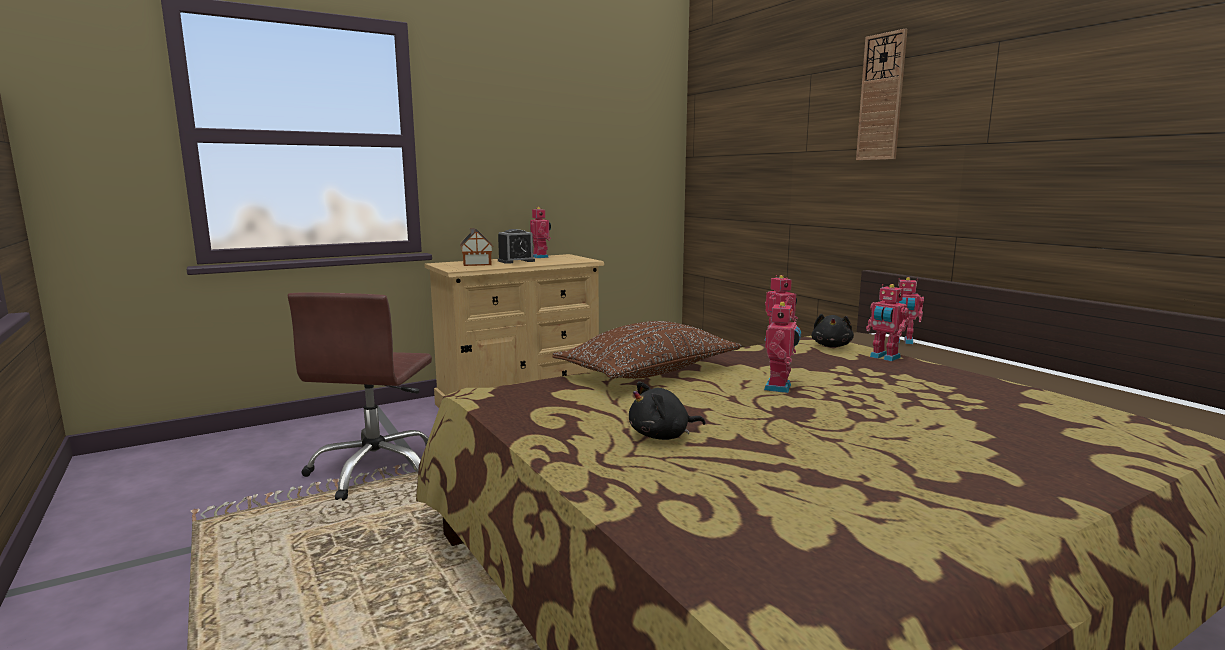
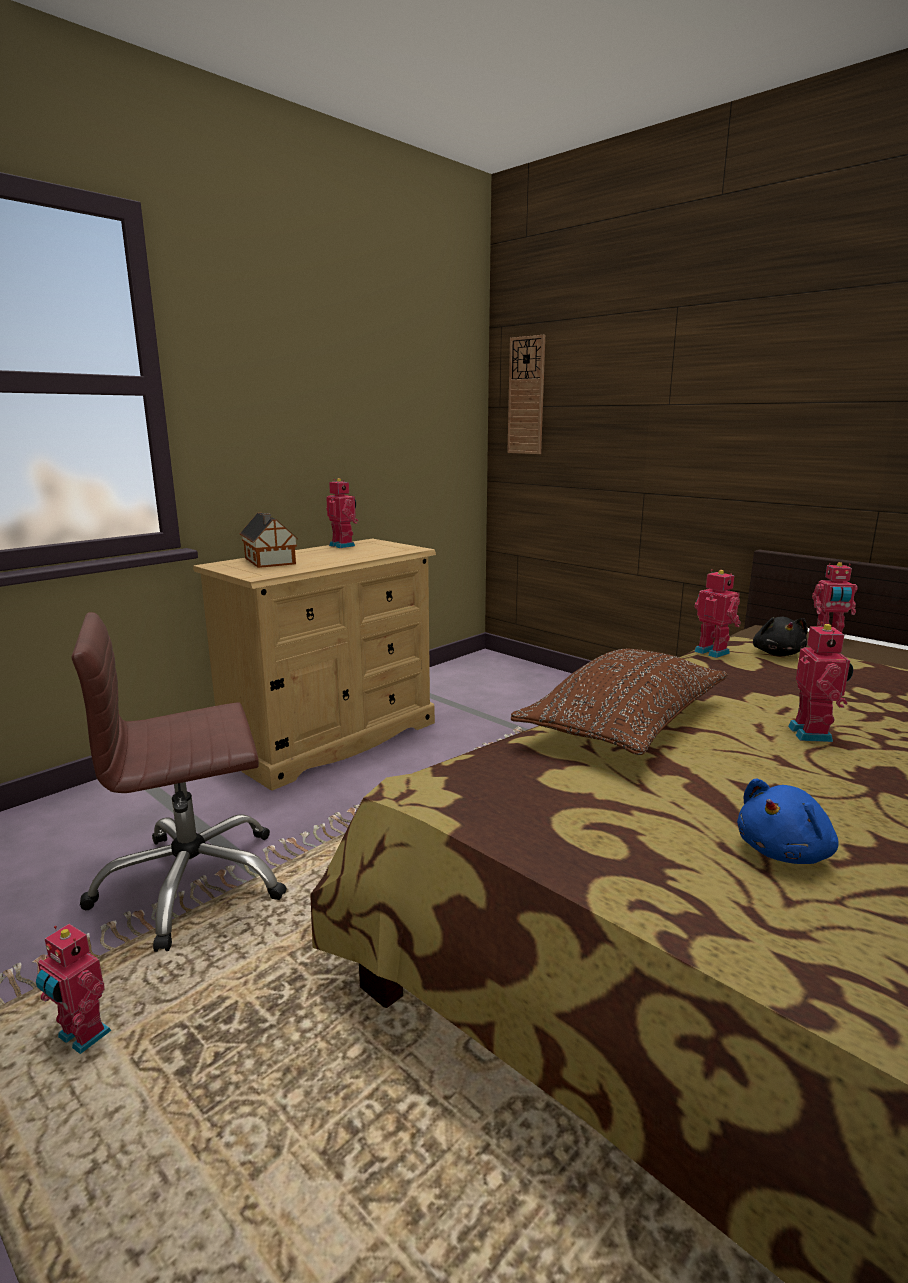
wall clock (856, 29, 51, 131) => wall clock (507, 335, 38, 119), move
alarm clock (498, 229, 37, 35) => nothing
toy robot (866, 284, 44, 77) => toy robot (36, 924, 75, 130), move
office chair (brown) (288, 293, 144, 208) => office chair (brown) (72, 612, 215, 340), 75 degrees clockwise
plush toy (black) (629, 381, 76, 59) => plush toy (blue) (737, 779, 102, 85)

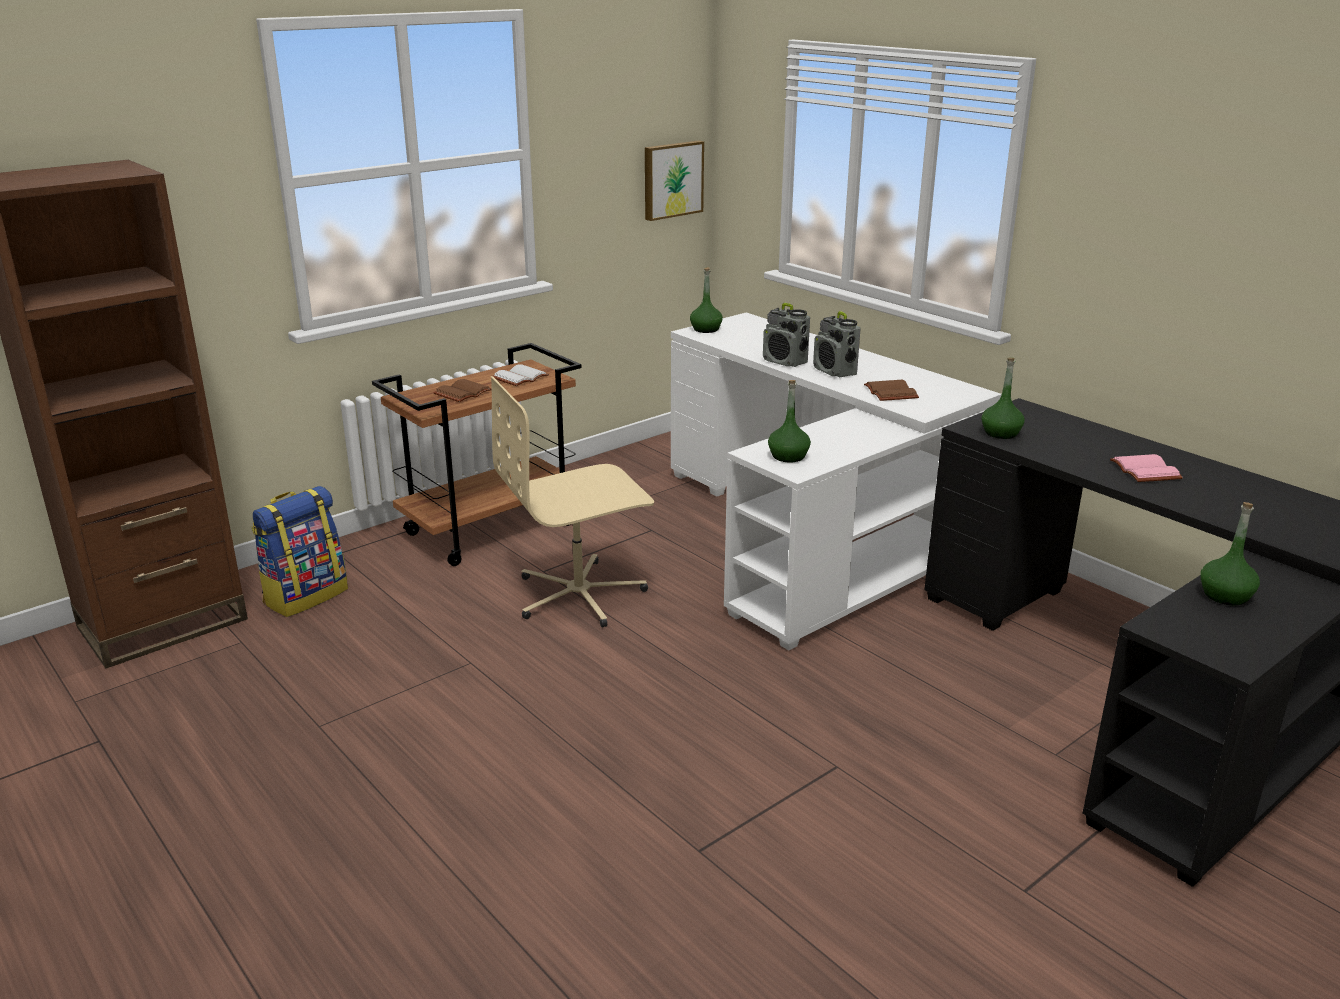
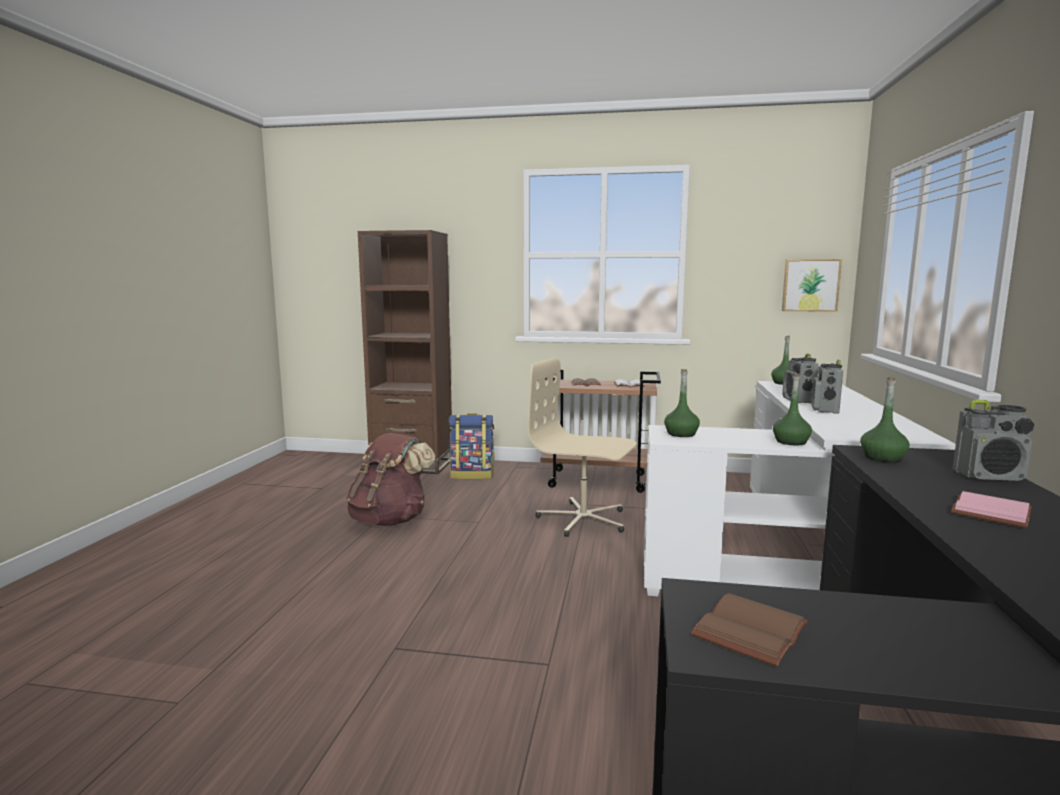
book (brown) (864, 380, 55, 21) => book (brown) (691, 593, 117, 74), move
bottle (green) (1200, 502, 60, 103) => bottle (green) (773, 373, 39, 72), move
nothing => radio (953, 400, 81, 81)
nothing => backpack (brown) (346, 433, 89, 93)

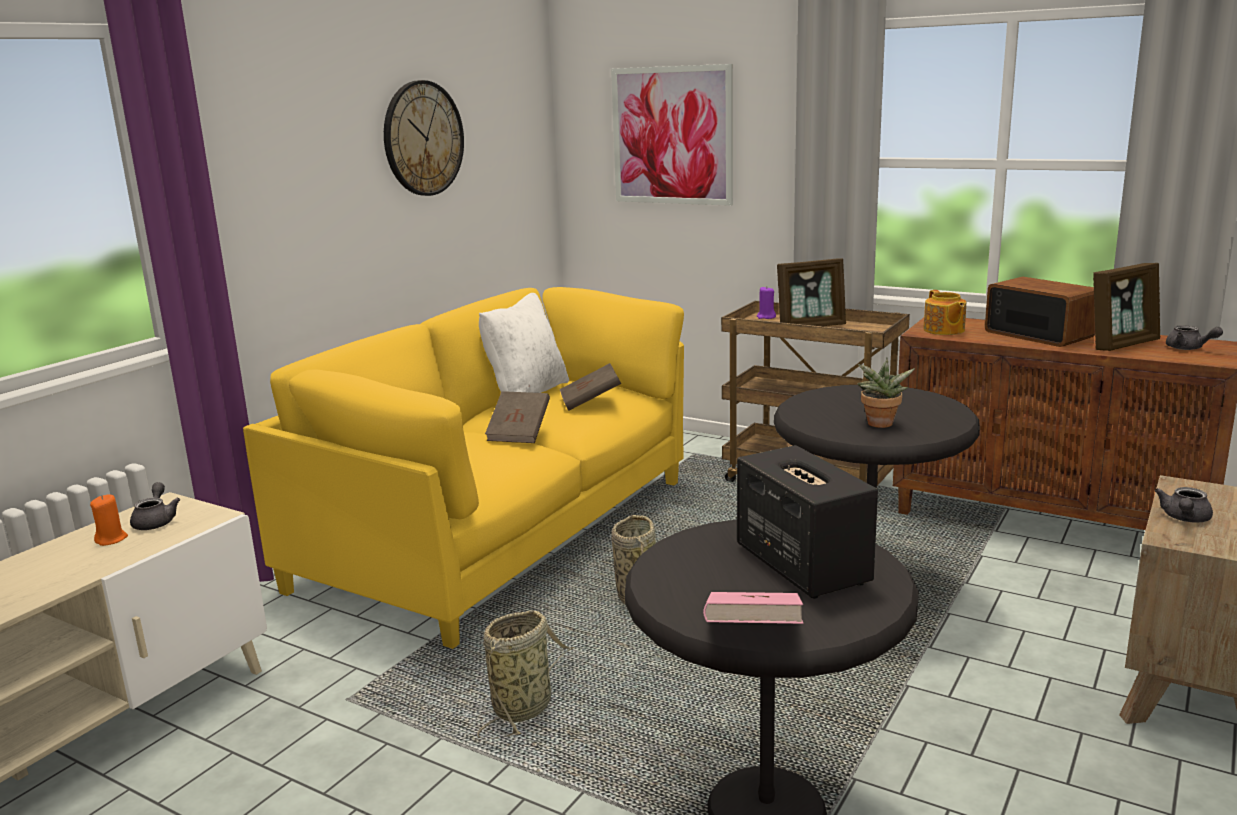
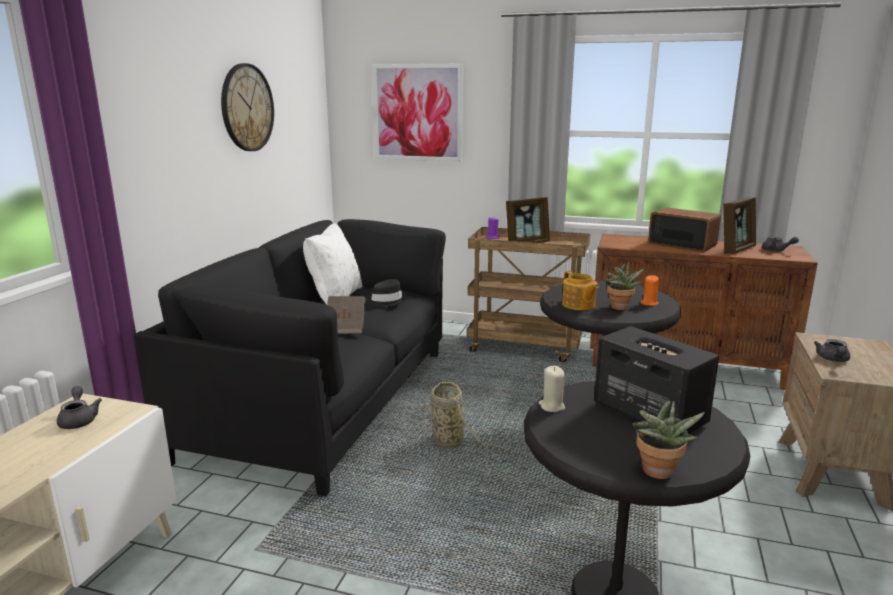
sofa (yellow) (243, 287, 441, 362) => sofa (black) (134, 219, 312, 278)
teapot (923, 290, 43, 45) => teapot (562, 271, 37, 39), move
book (brown) (560, 363, 61, 48) => hat (black) (366, 279, 40, 28)
candle (orange) (90, 494, 38, 52) => candle (orange) (641, 275, 18, 31), move
book (pink) (703, 592, 100, 32) => potted plant (632, 400, 73, 79)
basket (477, 610, 98, 129) => nothing
nothing => candle (beige) (539, 366, 26, 46)

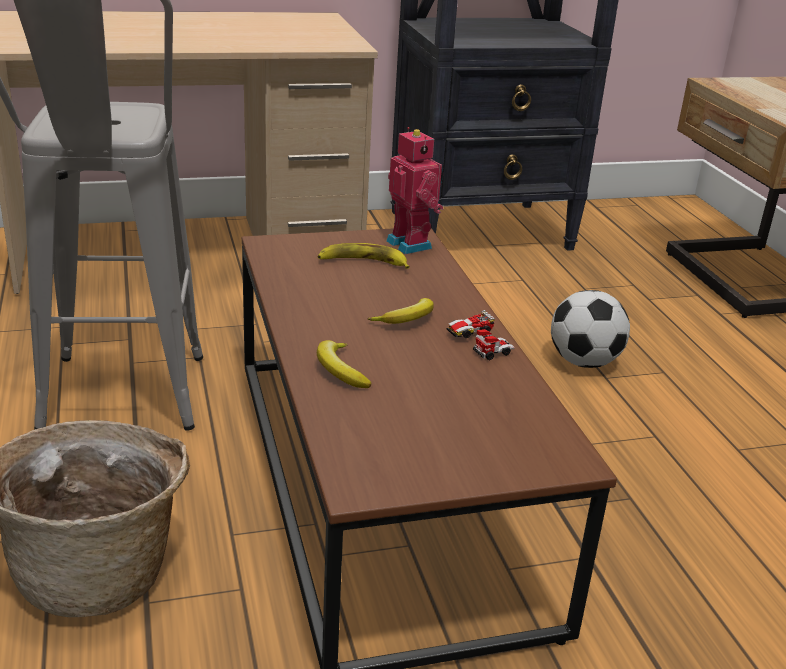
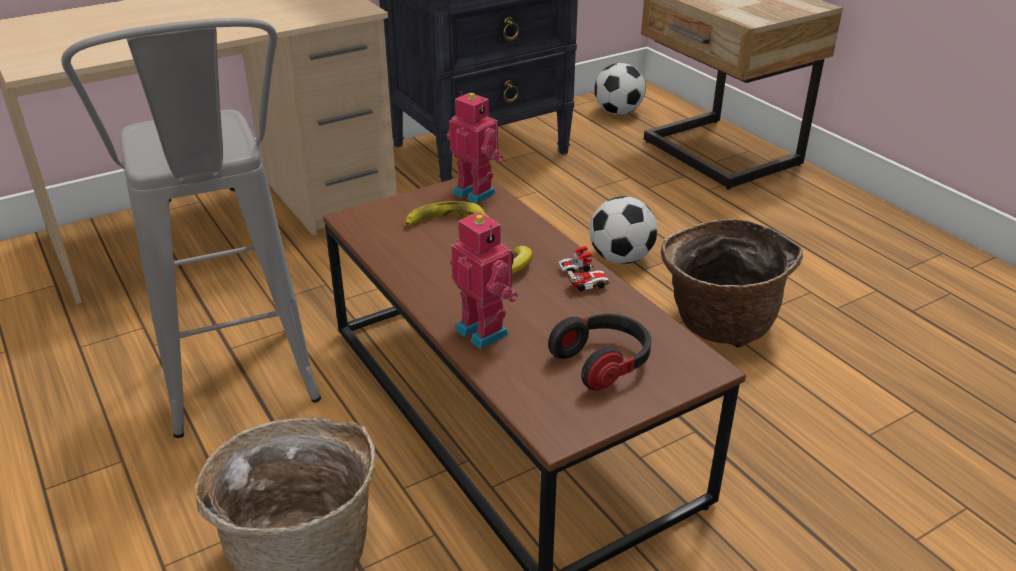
toy car (447, 310, 68, 50) => toy car (558, 246, 52, 45), 150 degrees counterclockwise
banana (317, 340, 55, 48) => toy robot (450, 210, 68, 139)
nothing => football (594, 63, 52, 52)
nothing => basket (660, 219, 143, 129)
nothing => headphones (548, 314, 103, 76)

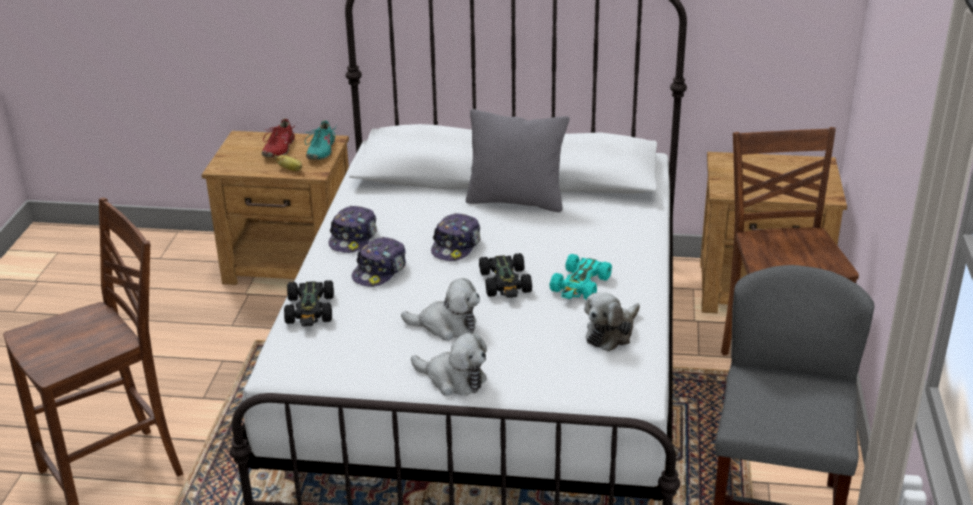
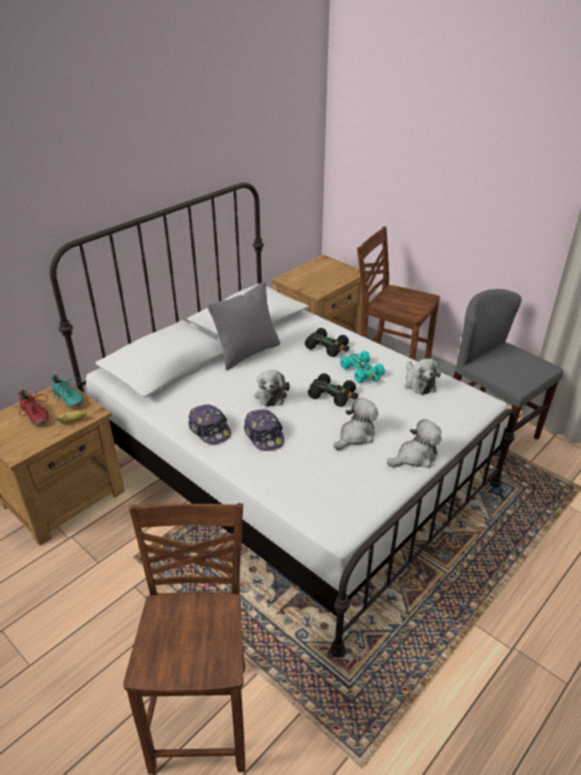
cap (431, 213, 50, 48) => plush toy (254, 370, 36, 36)
toy car (black) (284, 280, 50, 47) => toy car (black) (305, 328, 45, 29), move

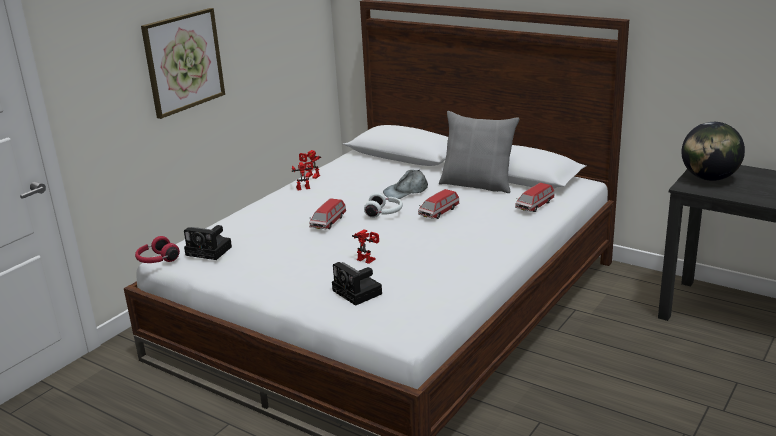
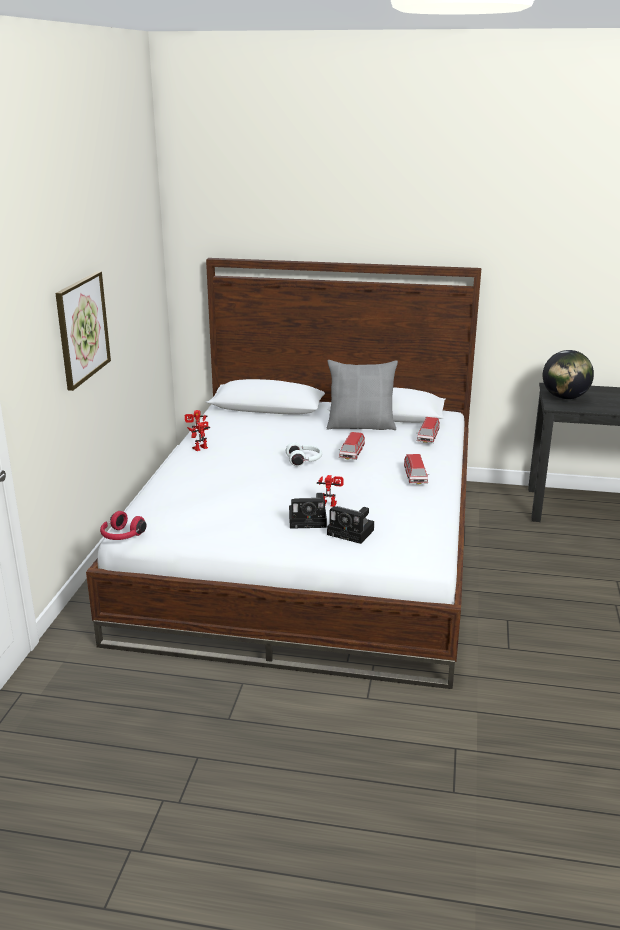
cap (grey) (383, 170, 45, 29) => nothing
toy car (309, 198, 37, 32) => toy car (404, 454, 25, 30), move
photo camera (184, 225, 48, 35) => photo camera (289, 493, 38, 36), move

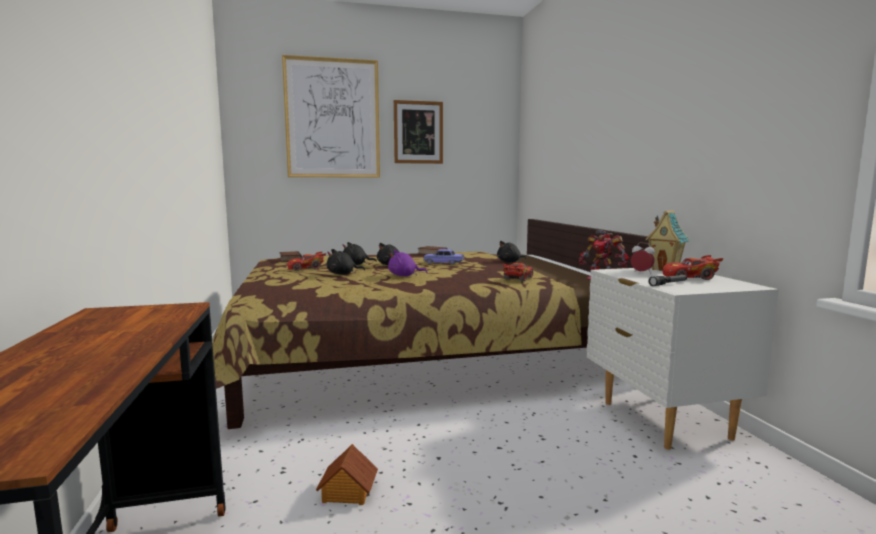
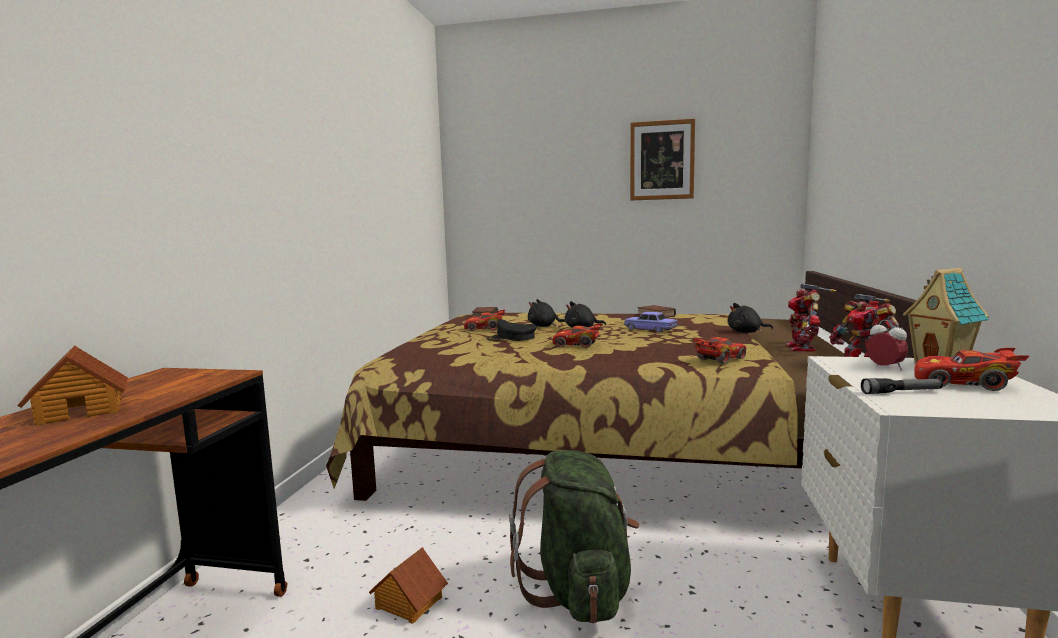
picture (282, 55, 98, 123) => nothing
plush toy (black) (327, 249, 38, 26) => cap (black) (487, 319, 50, 22)
plush toy (purple) (388, 250, 39, 26) => toy car (red) (553, 323, 50, 25)
nothing => toy robot (786, 284, 51, 68)
nothing => toy house (17, 346, 111, 80)
nothing => backpack (green) (509, 450, 130, 174)

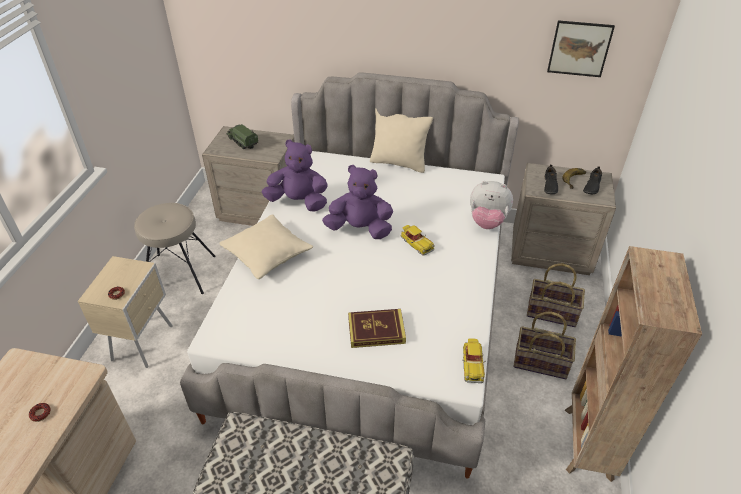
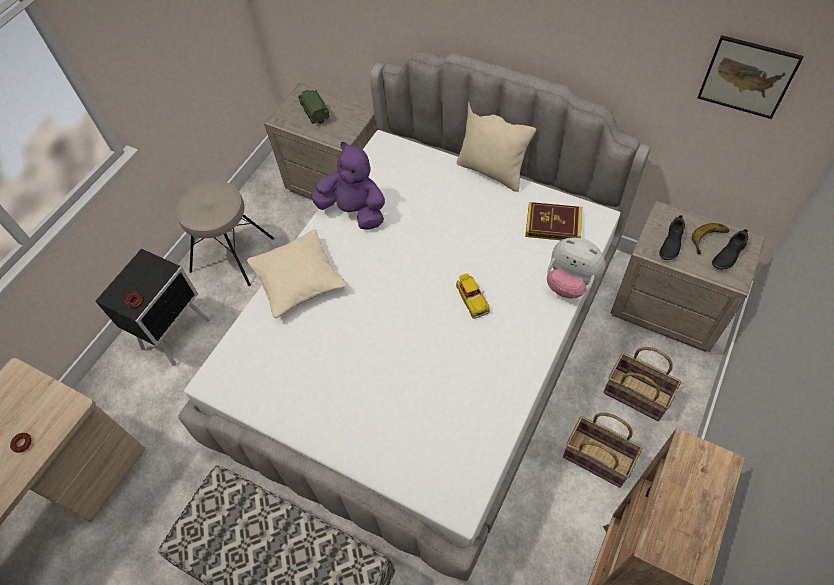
plush toy (purple) (322, 165, 71, 74) => nothing
nightstand (beige) (77, 256, 96, 112) => nightstand (black) (95, 249, 115, 117)
book (348, 309, 58, 39) => book (525, 202, 57, 38), move
toy car (462, 338, 24, 45) => nothing

